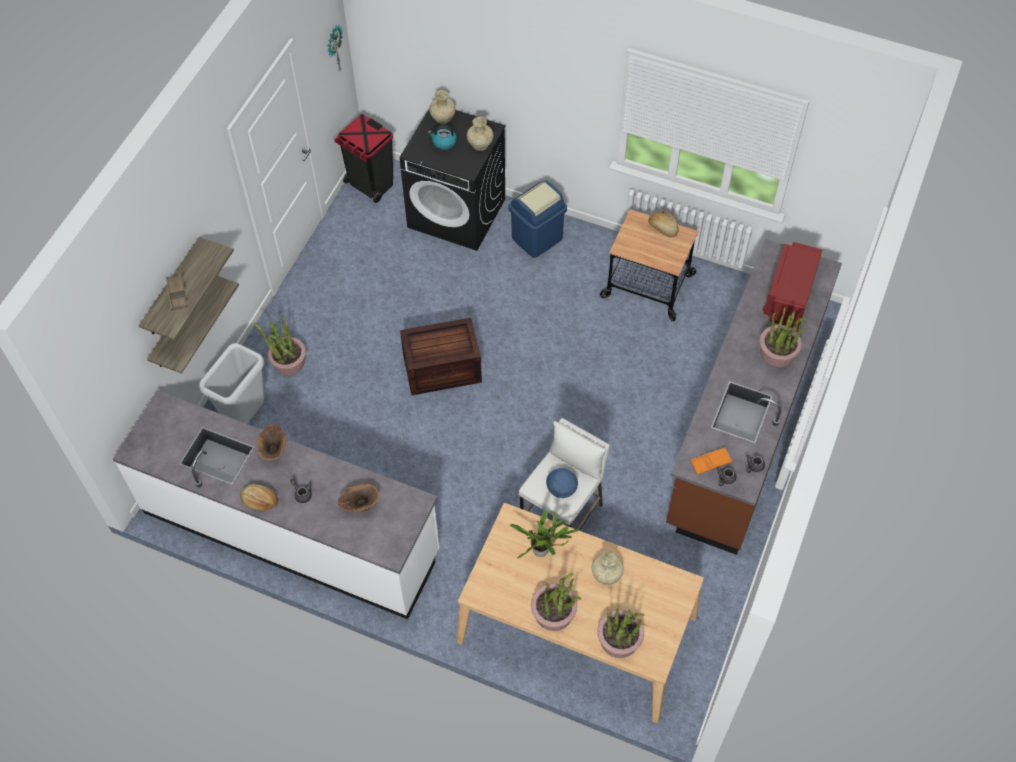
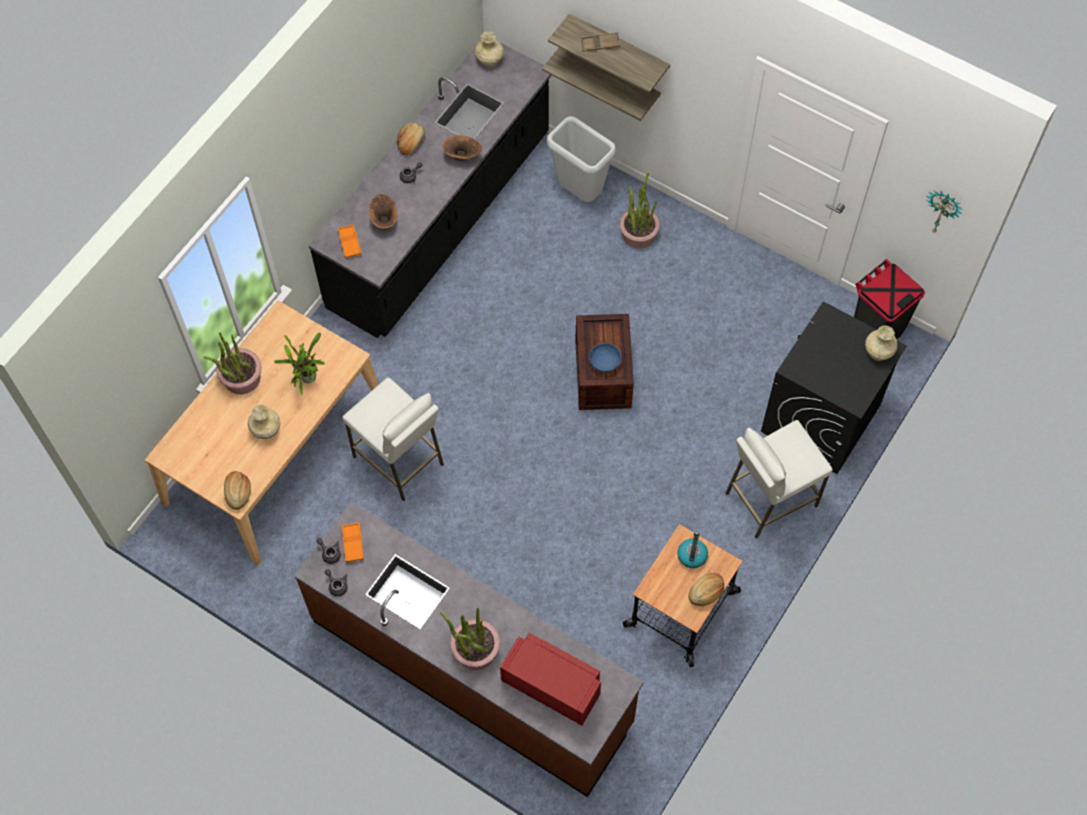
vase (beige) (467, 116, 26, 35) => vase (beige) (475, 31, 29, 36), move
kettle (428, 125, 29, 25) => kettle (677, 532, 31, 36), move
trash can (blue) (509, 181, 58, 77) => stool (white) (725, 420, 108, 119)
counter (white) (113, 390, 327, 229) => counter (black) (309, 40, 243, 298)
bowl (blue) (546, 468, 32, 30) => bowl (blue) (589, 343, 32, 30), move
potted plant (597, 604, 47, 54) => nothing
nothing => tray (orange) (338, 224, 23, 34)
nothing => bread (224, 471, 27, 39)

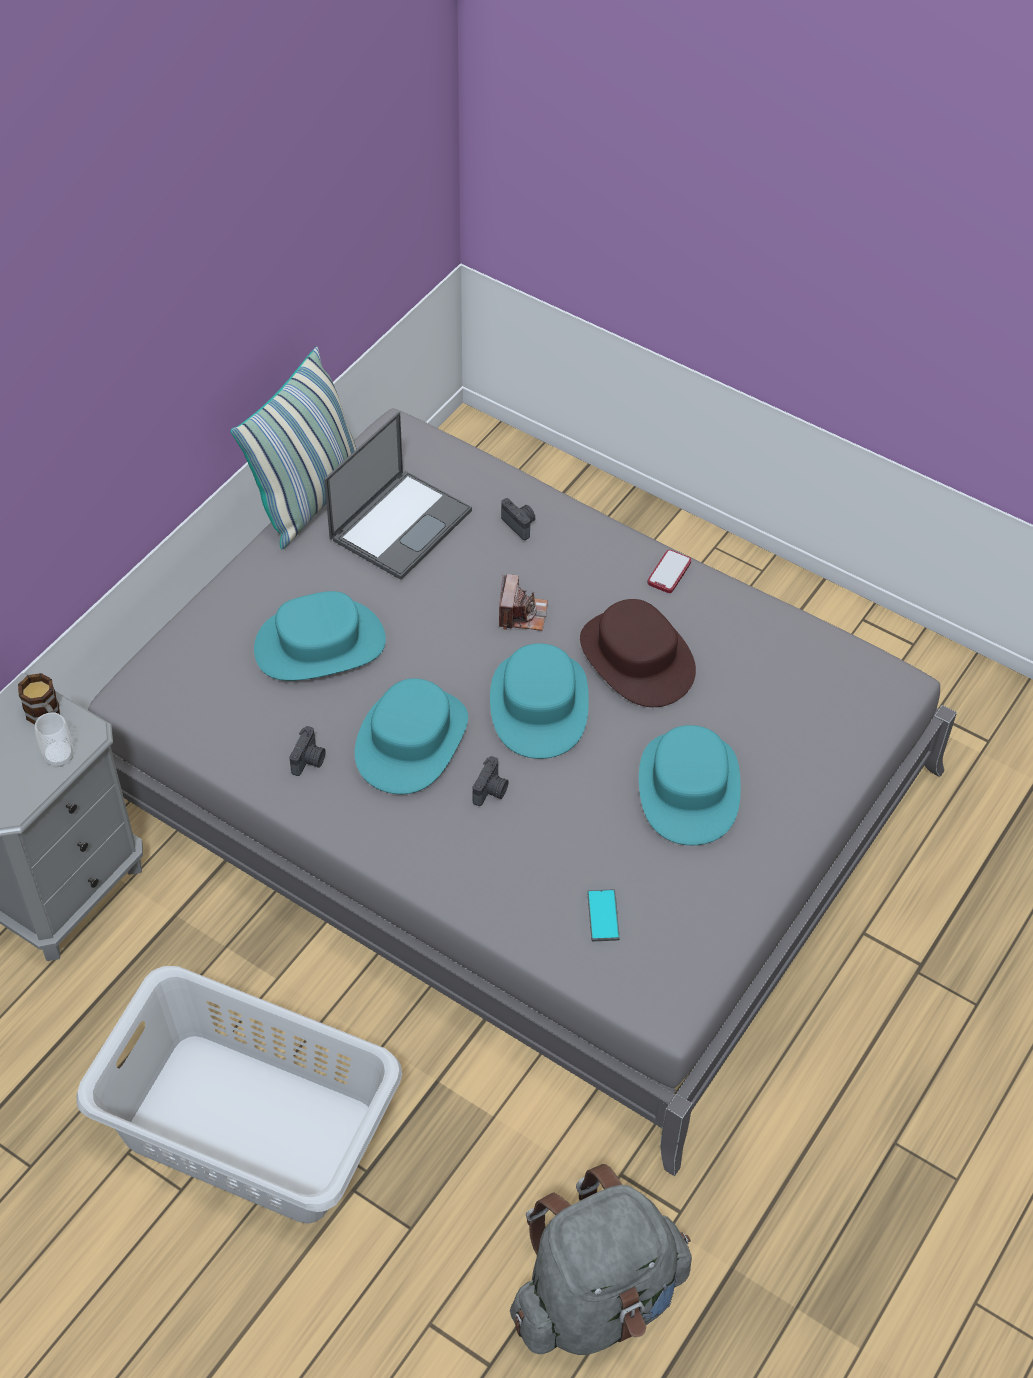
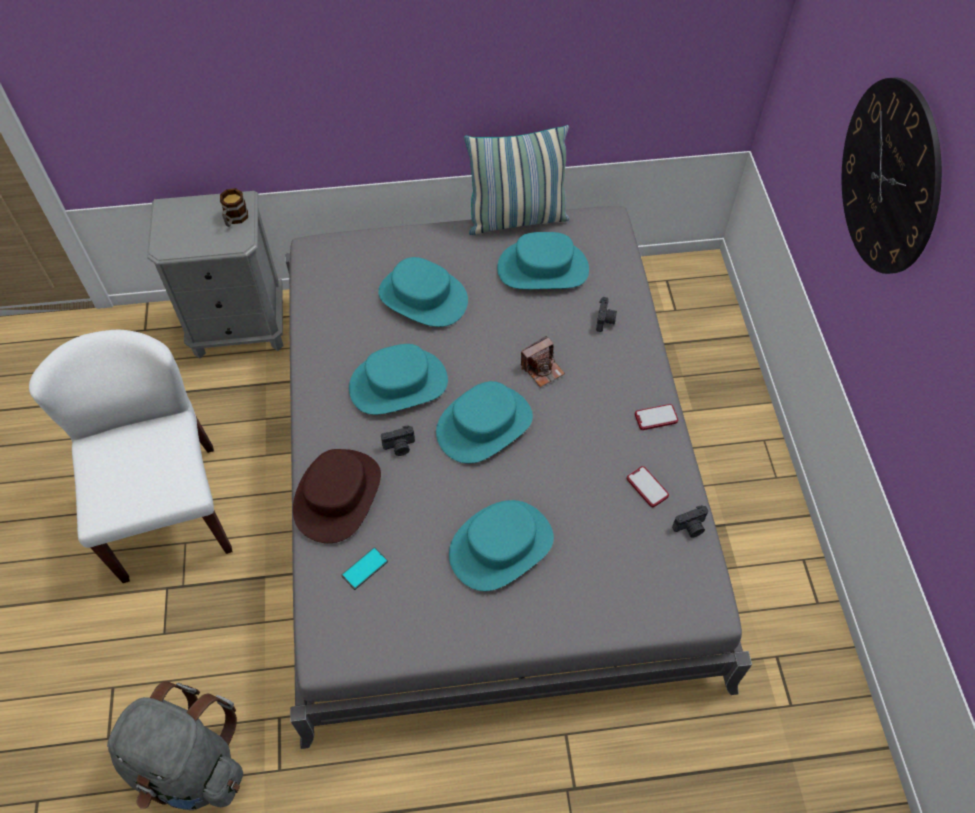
laptop (324, 412, 148, 168) => hat (turquoise) (497, 232, 92, 57)
hat (brown) (580, 599, 116, 108) => hat (brown) (293, 449, 88, 94), move
cup (35, 712, 39, 55) => nothing
photo camera (289, 726, 37, 50) => photo camera (672, 505, 36, 33), move
laundry basket (grey) (76, 966, 326, 258) => chair (white) (29, 330, 204, 253)
nothing => wall clock (842, 77, 100, 197)
nothing => phone (627, 466, 42, 41)

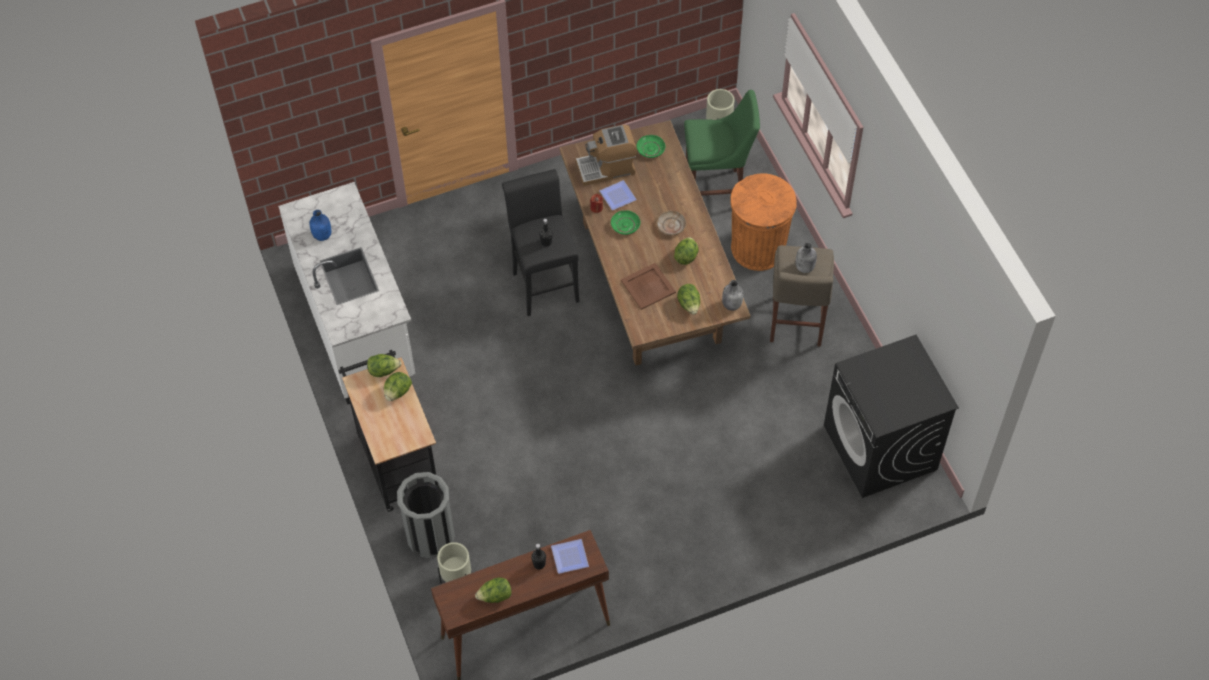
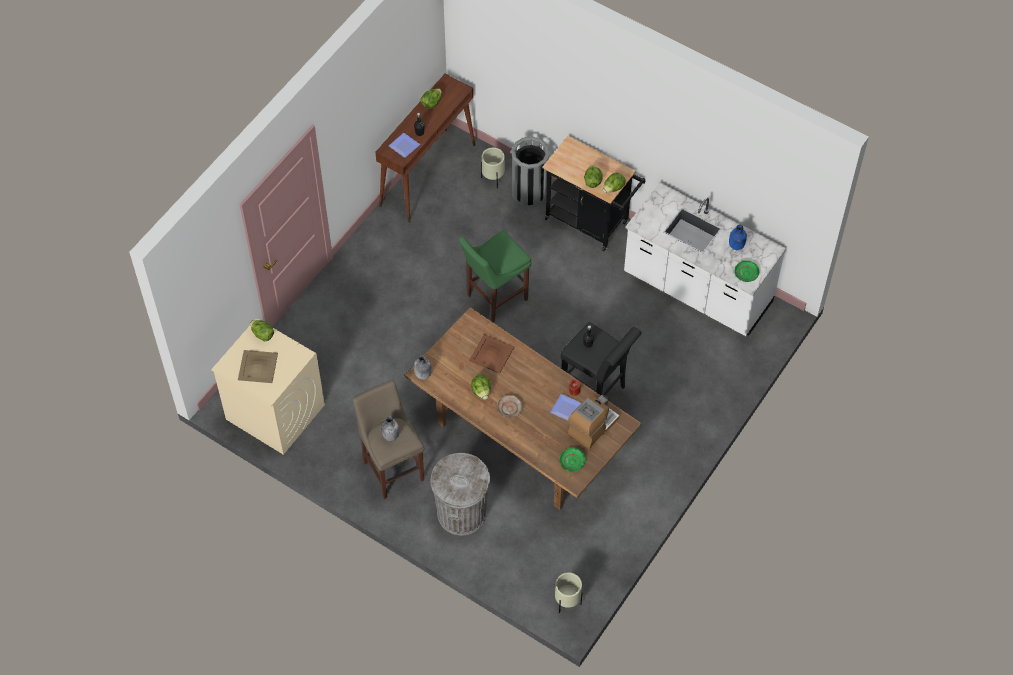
stool (green) (684, 90, 76, 106) => stool (green) (459, 231, 72, 92), move
trash can (orange) (730, 173, 67, 98) => trash can (grey) (430, 453, 60, 82)
plate (green) (611, 210, 29, 25) => plate (green) (735, 261, 24, 21), move
lettuce (677, 284, 23, 31) => lettuce (250, 320, 24, 21), move
washing machine (black) (824, 335, 135, 163) => washing machine (beige) (211, 318, 114, 137)
nothing => tray (beige) (238, 350, 40, 33)

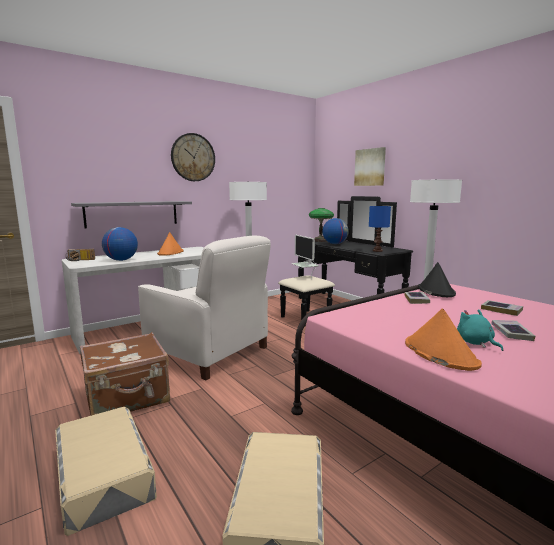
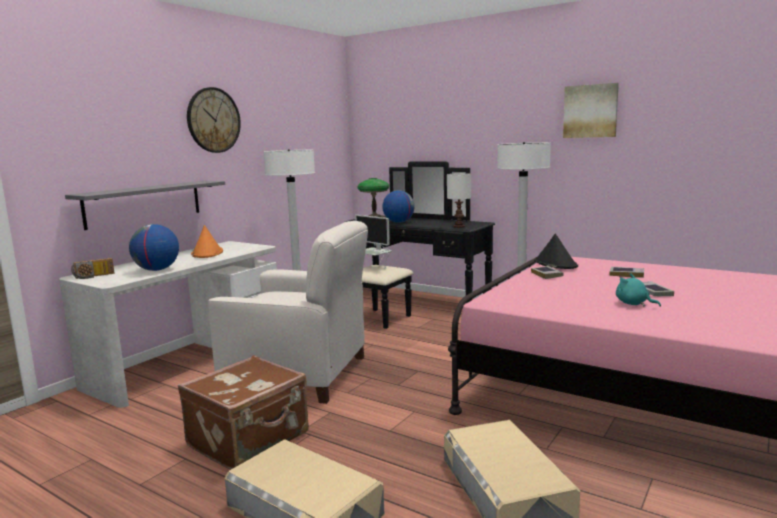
picture (354, 147, 32, 39) => picture (563, 83, 56, 55), move
table lamp (blue) (369, 206, 22, 46) => table lamp (white) (447, 173, 24, 55)
hat (orange) (405, 308, 77, 63) => nothing

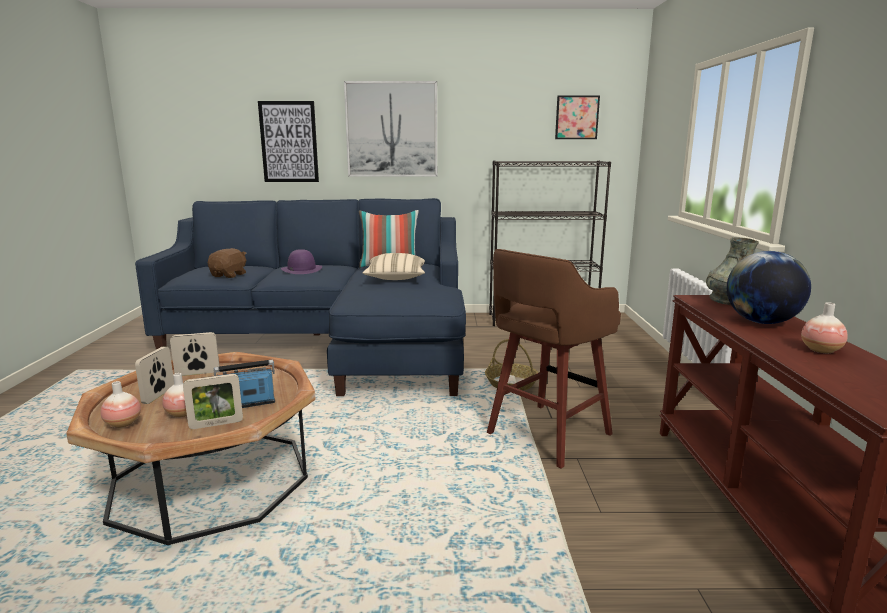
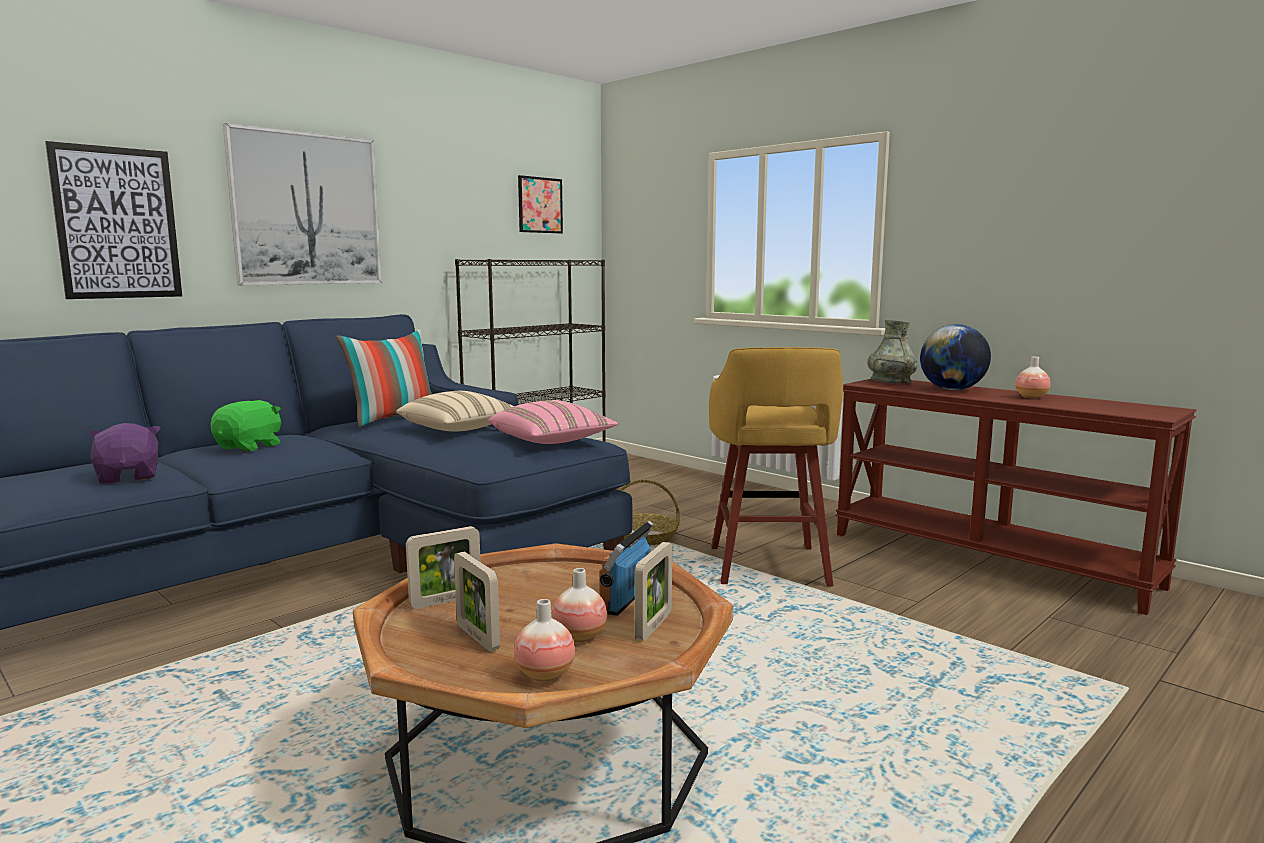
plush toy (brown) (208, 248, 38, 30) => plush toy (purple) (89, 423, 72, 61)
hat (purple) (281, 249, 41, 25) => plush toy (green) (210, 400, 71, 52)
stool (brown) (487, 249, 134, 220) => stool (yellow) (709, 347, 134, 239)
picture frame (170, 332, 50, 44) => picture frame (406, 526, 75, 83), 150 degrees counterclockwise
nothing => pillow (pink) (488, 400, 130, 44)

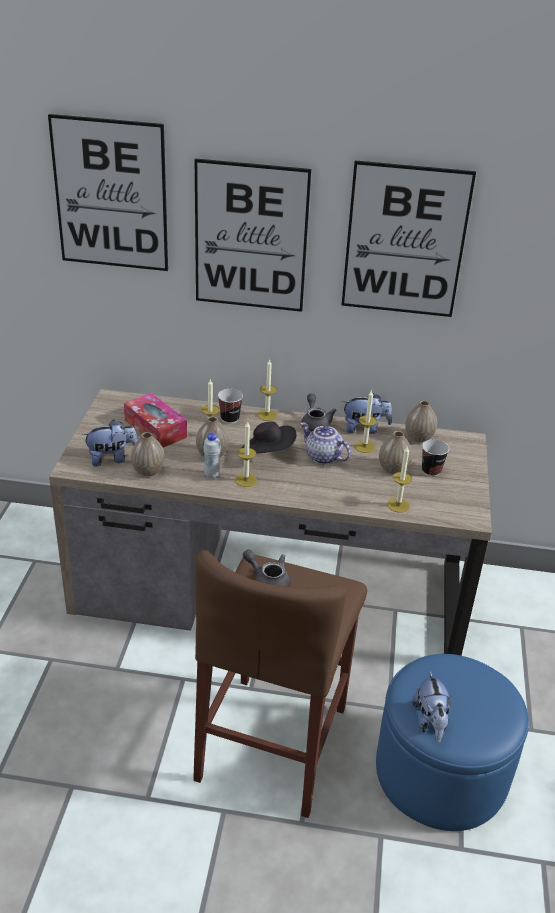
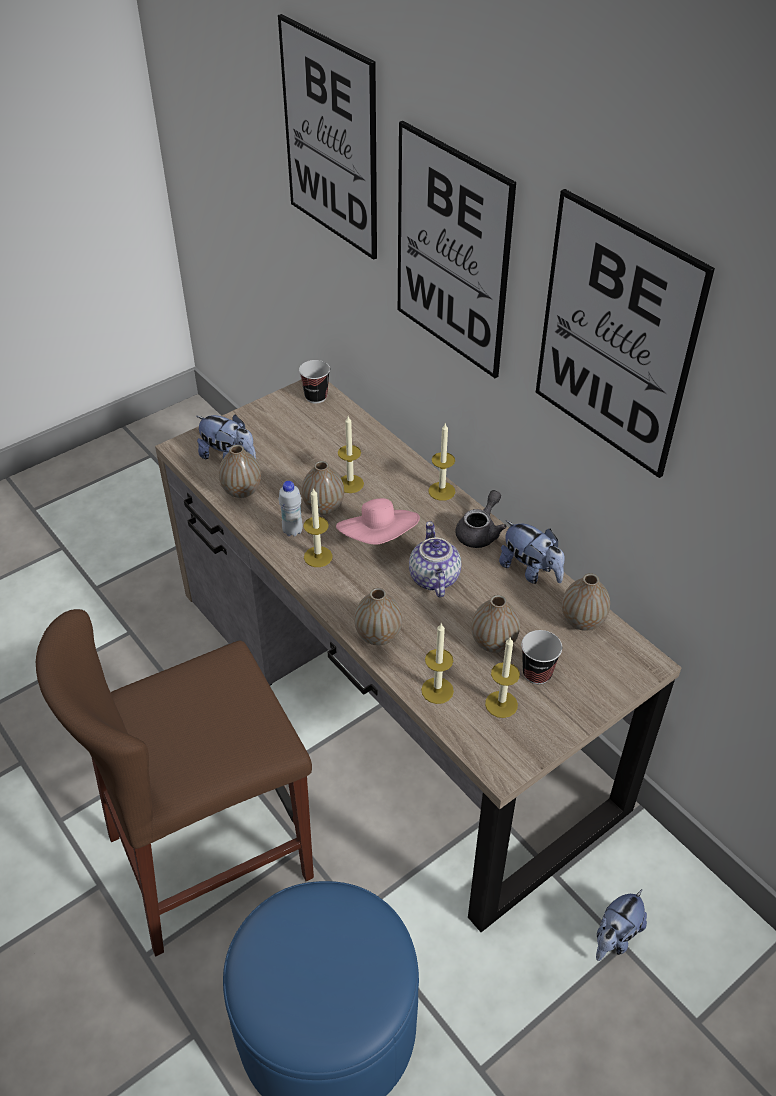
cup (218, 389, 25, 35) => cup (299, 360, 31, 43), move
candle (354, 389, 23, 64) => candle (485, 636, 35, 82), move
tissue box (124, 393, 63, 54) => nothing
hat (black) (242, 422, 54, 32) => hat (pink) (336, 498, 84, 46)
teapot (grey) (243, 549, 47, 38) => nothing
plush toy (412, 671, 39, 72) => plush toy (596, 889, 51, 72), move
nothing => vase (354, 588, 48, 57)

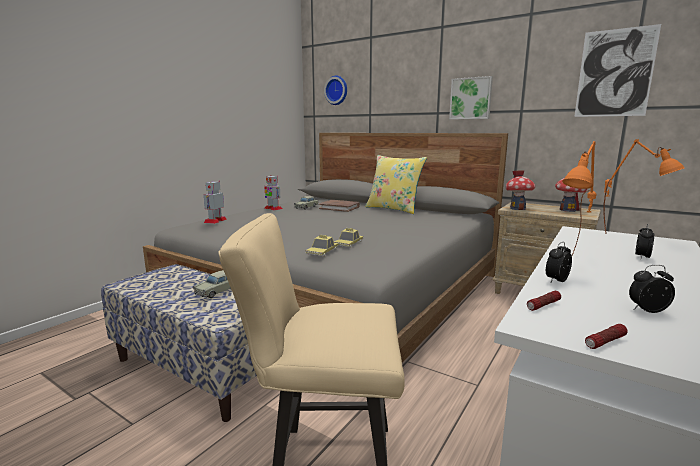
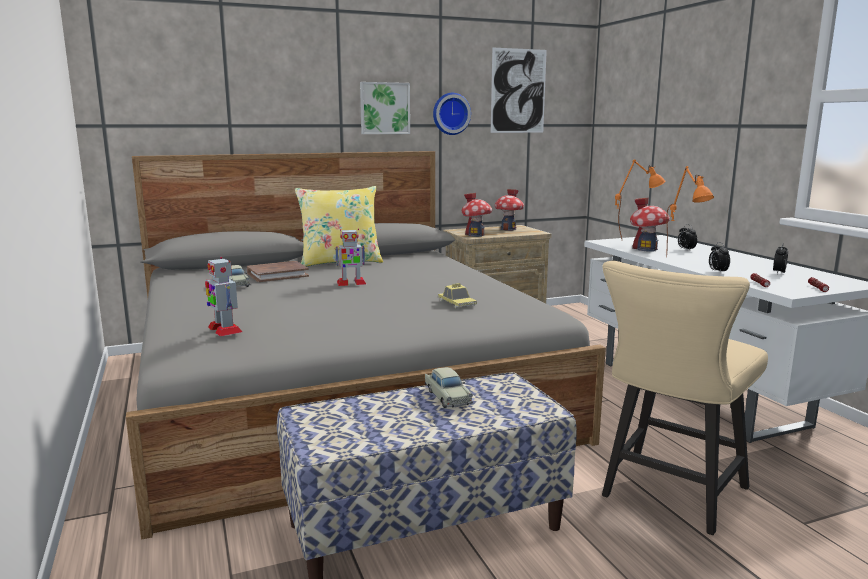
wall clock (324, 76, 23, 29) => wall clock (433, 93, 38, 42), move
toy robot (264, 175, 18, 36) => toy robot (335, 229, 31, 57), move
toy car (306, 235, 32, 22) => nothing
nothing => toy house (630, 197, 40, 55)

